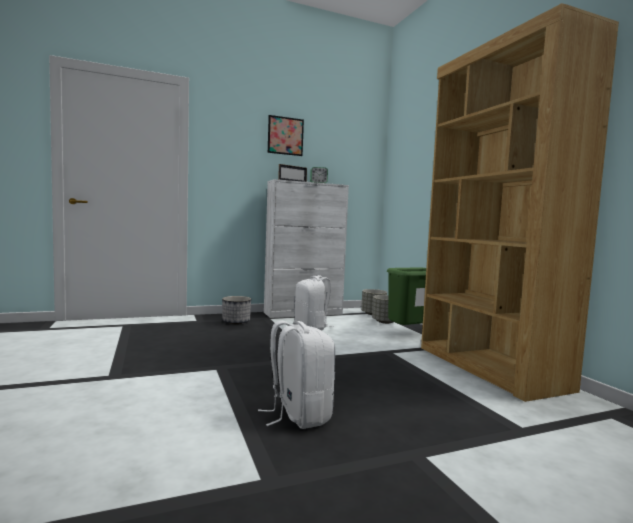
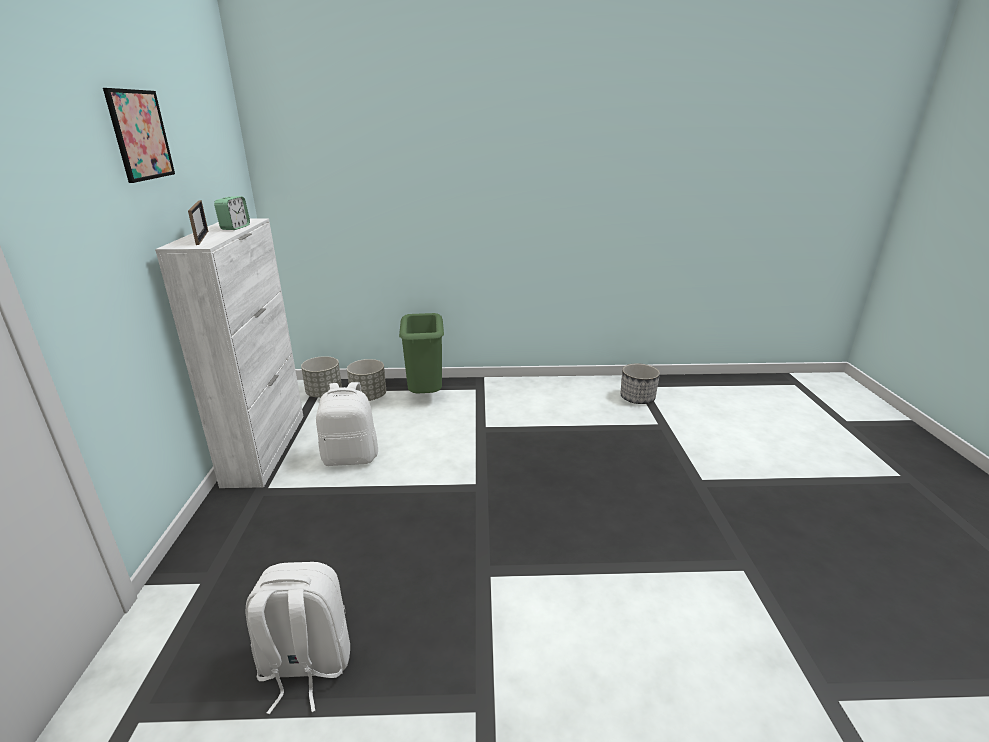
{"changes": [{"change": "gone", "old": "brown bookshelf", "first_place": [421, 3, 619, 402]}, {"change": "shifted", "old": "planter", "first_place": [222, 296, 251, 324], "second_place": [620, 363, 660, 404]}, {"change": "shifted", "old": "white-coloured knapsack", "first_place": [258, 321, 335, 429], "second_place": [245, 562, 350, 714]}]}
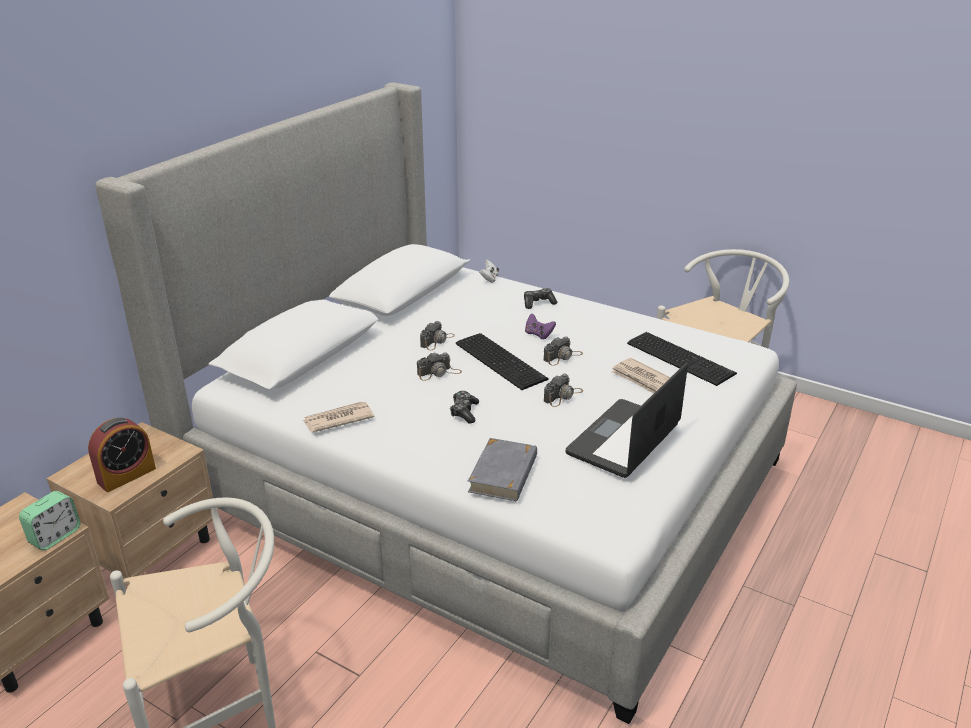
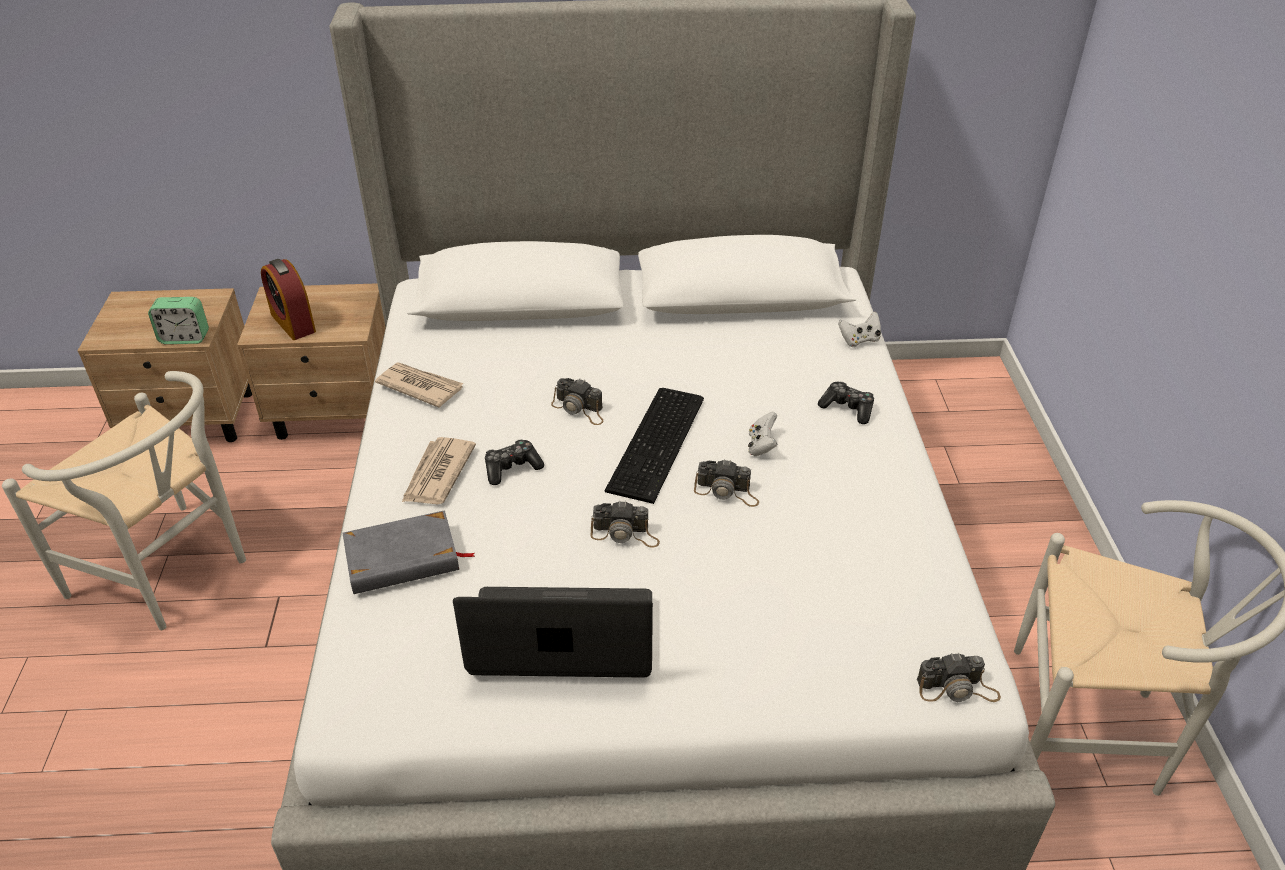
{"changes": [{"change": "gone", "old": "PC keyboard", "first_place": [627, 332, 737, 386]}, {"change": "shifted", "old": "still camera", "first_place": [420, 321, 455, 350], "second_place": [917, 653, 1001, 702]}, {"change": "shifted", "old": "printed paper", "first_place": [611, 358, 670, 394], "second_place": [402, 437, 476, 504]}, {"change": "repainted", "old": "purple-coloured game controller", "new": "white-coloured game controller", "first_place": [525, 313, 556, 339], "second_place": [748, 412, 778, 456]}, {"change": "rotated", "old": "bedside clock", "first_place": [88, 418, 156, 492], "second_place": [261, 259, 316, 340], "degrees": 45}]}
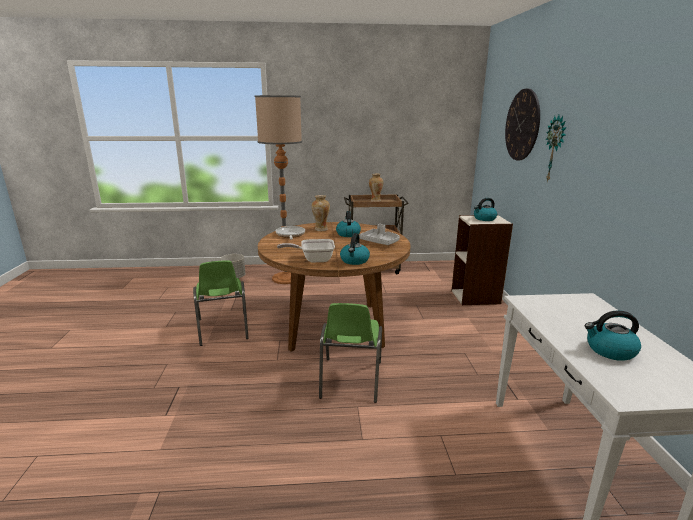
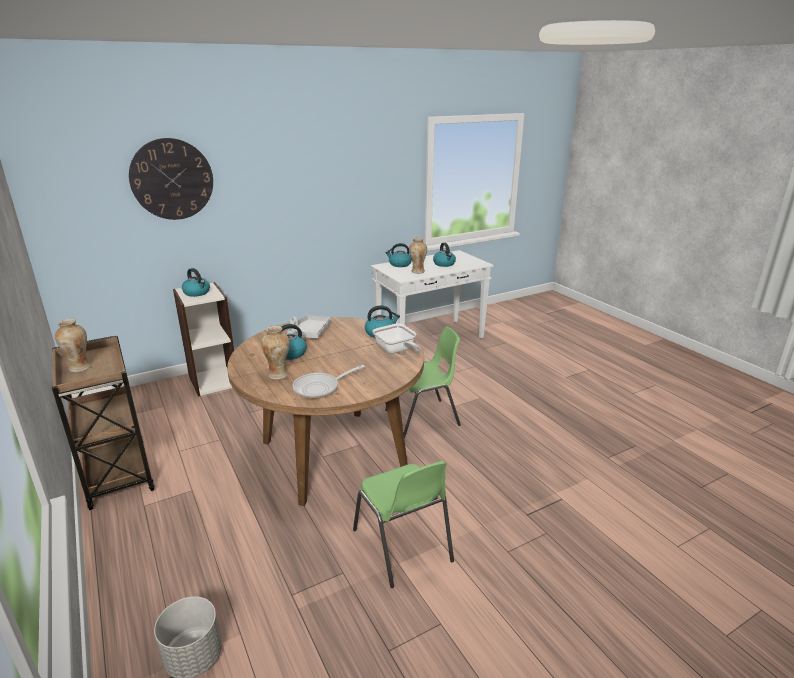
{"changes": [{"change": "gone", "old": "floor lamp", "first_place": [254, 95, 302, 284]}, {"change": "gone", "old": "clock on the wall", "first_place": [546, 115, 567, 182]}, {"change": "new", "new": "water kettle", "second_place": [386, 243, 412, 267]}, {"change": "new", "new": "flower vase", "second_place": [409, 238, 427, 274]}, {"change": "rotated", "old": "green-coloured upright chair", "first_place": [193, 261, 249, 346], "second_place": [353, 461, 454, 588], "degrees": 105}]}
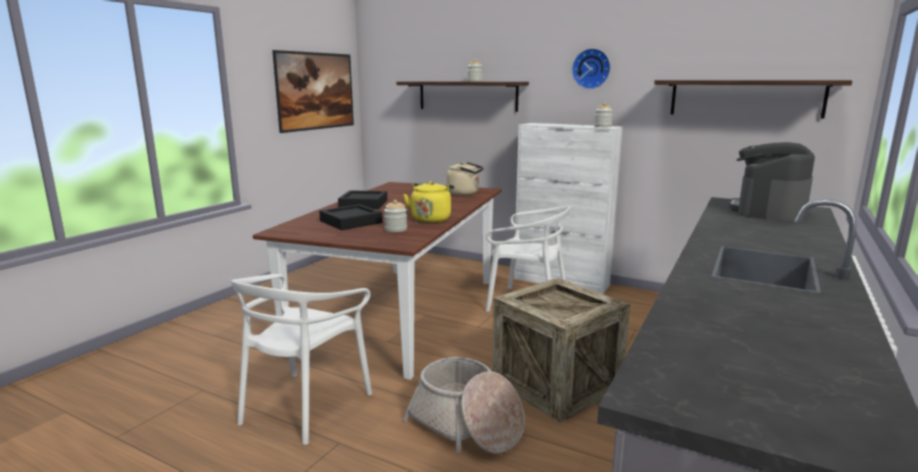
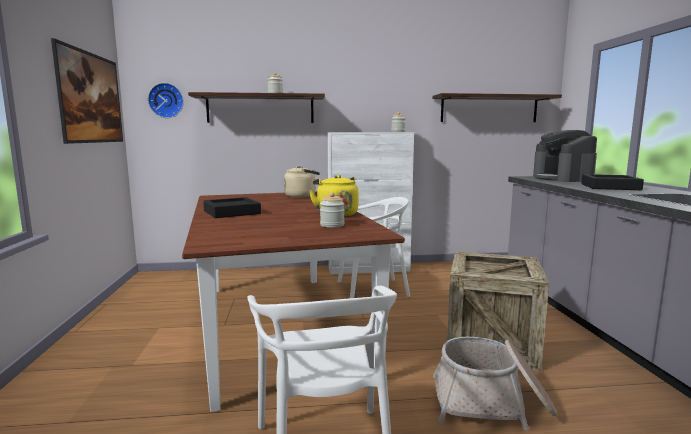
{"changes": [{"change": "shifted", "old": "black serving tray", "first_place": [319, 204, 383, 230], "second_place": [582, 174, 644, 190]}, {"change": "shifted", "old": "clock on the wall", "first_place": [572, 48, 611, 89], "second_place": [148, 83, 184, 118]}]}
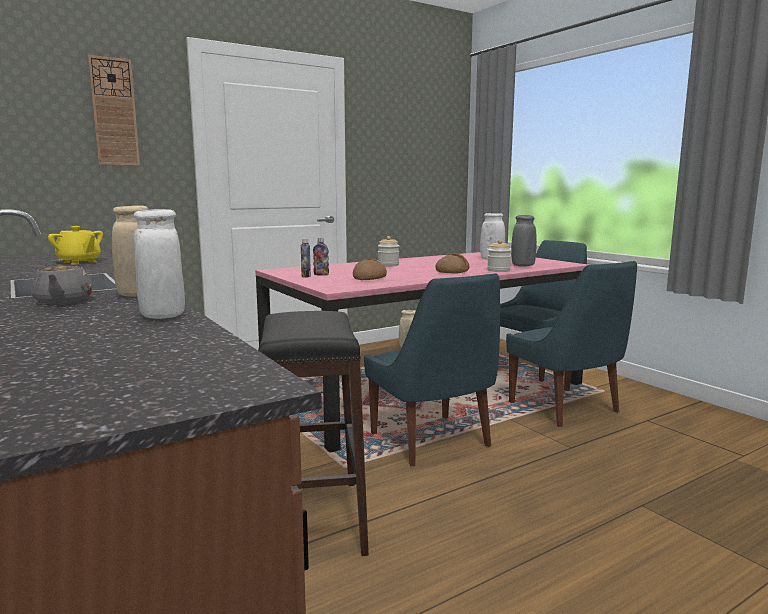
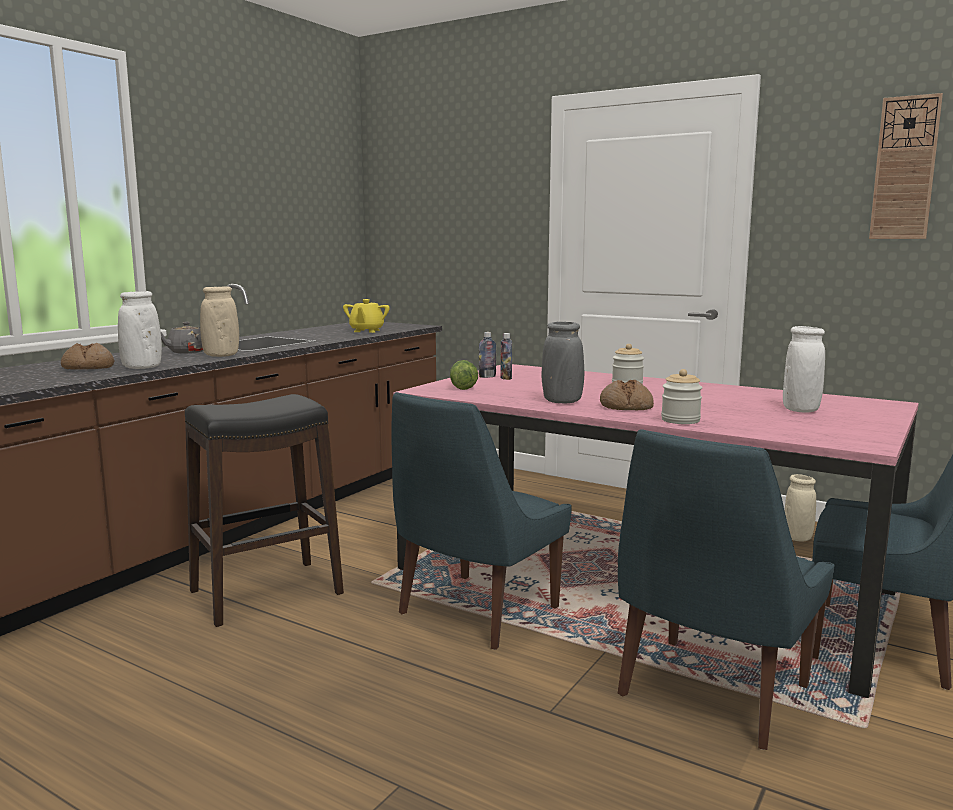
{"changes": [{"change": "new", "new": "lettuce", "second_place": [450, 360, 478, 390]}, {"change": "shifted", "old": "clock on the wall", "first_place": [88, 55, 140, 165], "second_place": [869, 93, 943, 239]}, {"change": "shifted", "old": "bakery bread", "first_place": [353, 259, 387, 280], "second_place": [61, 343, 114, 370]}, {"change": "shifted", "old": "grey flower vase", "first_place": [511, 215, 537, 267], "second_place": [542, 322, 584, 403]}]}
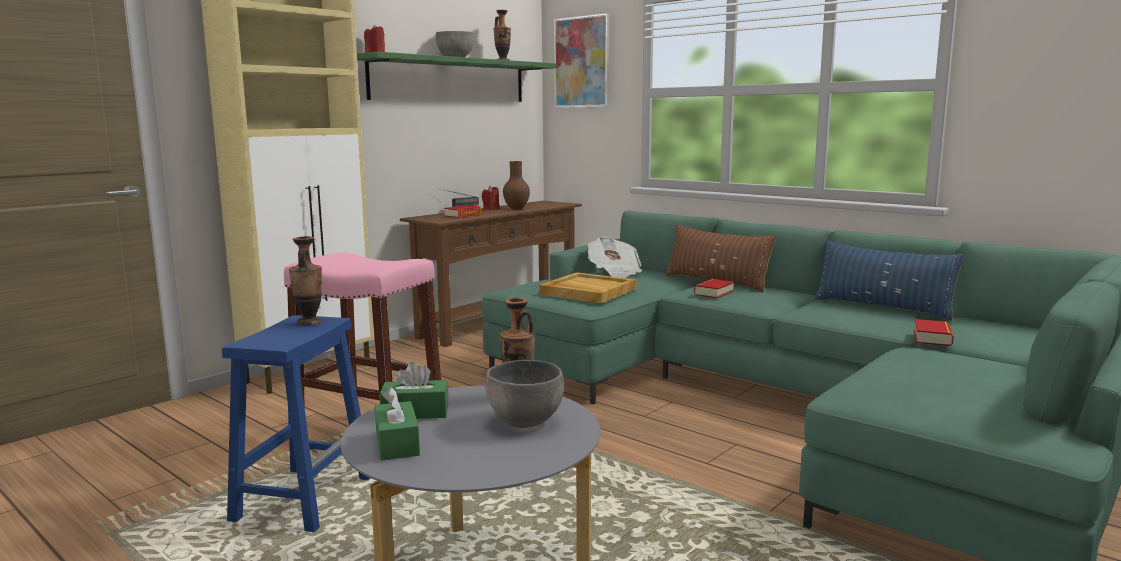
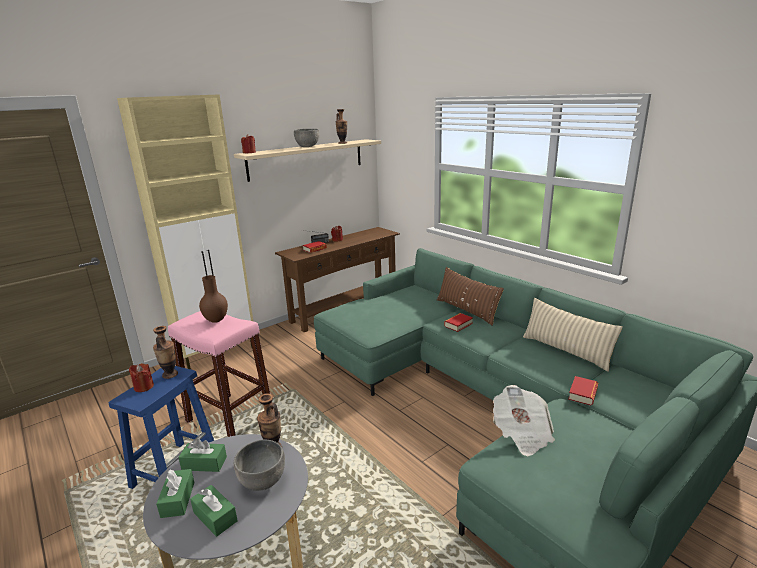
{"changes": [{"change": "gone", "old": "sand-coloured serving tray", "first_place": [539, 272, 636, 303]}, {"change": "gone", "old": "wall picture", "first_place": [554, 13, 610, 108]}, {"change": "new", "new": "reddish wax light", "second_place": [129, 363, 154, 392]}, {"change": "new", "new": "green-coloured box of tissues", "second_place": [190, 485, 238, 537]}, {"change": "shifted", "old": "brown flower vase", "first_place": [503, 161, 530, 210], "second_place": [199, 275, 228, 323]}, {"change": "shifted", "old": "printed paper", "first_place": [588, 237, 642, 278], "second_place": [493, 385, 555, 456]}, {"change": "repainted", "old": "green-coloured bracket shelf", "new": "sand-coloured bracket shelf", "first_place": [357, 51, 556, 102], "second_place": [234, 139, 381, 182]}, {"change": "repainted", "old": "bluish throw pillow", "new": "sand-coloured throw pillow", "first_place": [814, 240, 964, 321], "second_place": [523, 298, 623, 372]}]}
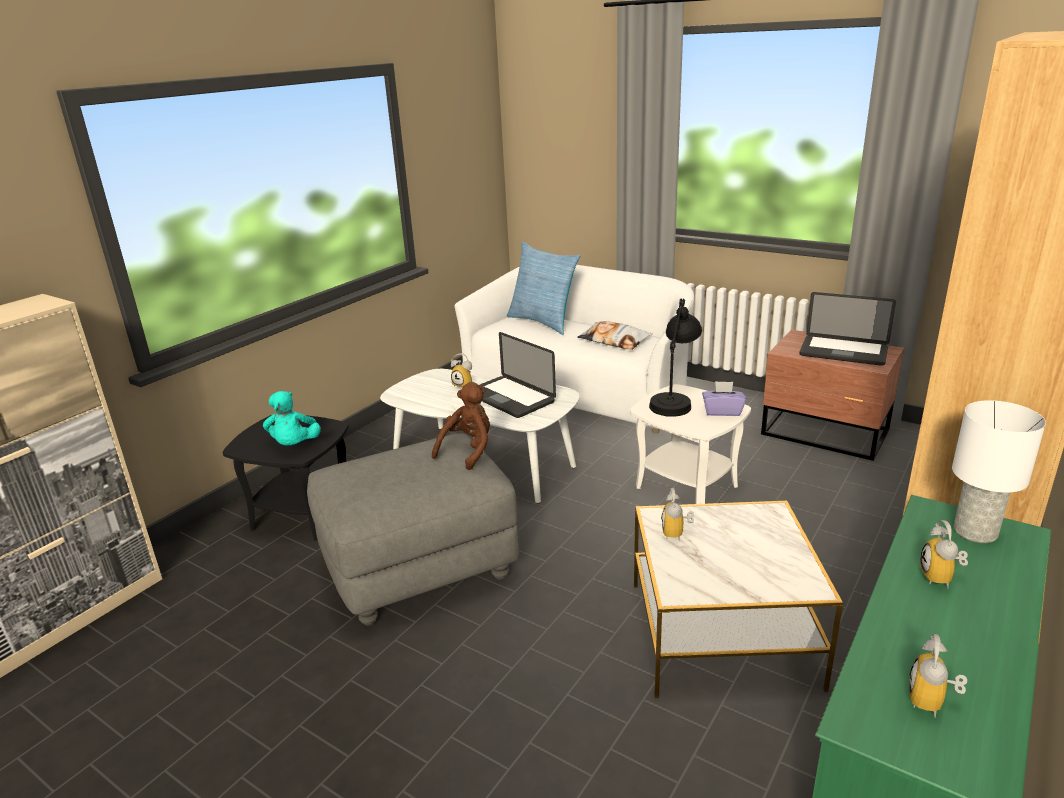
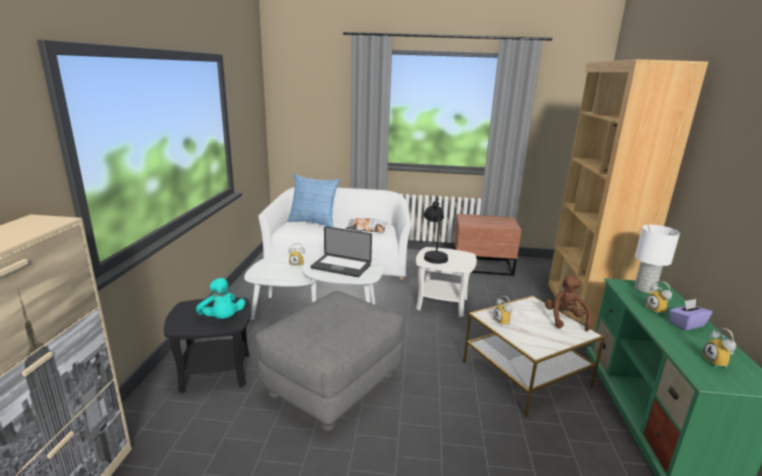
{"changes": [{"change": "gone", "old": "laptop", "first_place": [800, 292, 896, 366]}, {"change": "shifted", "old": "brown cuddly toy", "first_place": [432, 382, 490, 470], "second_place": [545, 275, 592, 331]}, {"change": "shifted", "old": "purple-coloured box of tissues", "first_place": [702, 381, 746, 416], "second_place": [669, 299, 713, 330]}]}
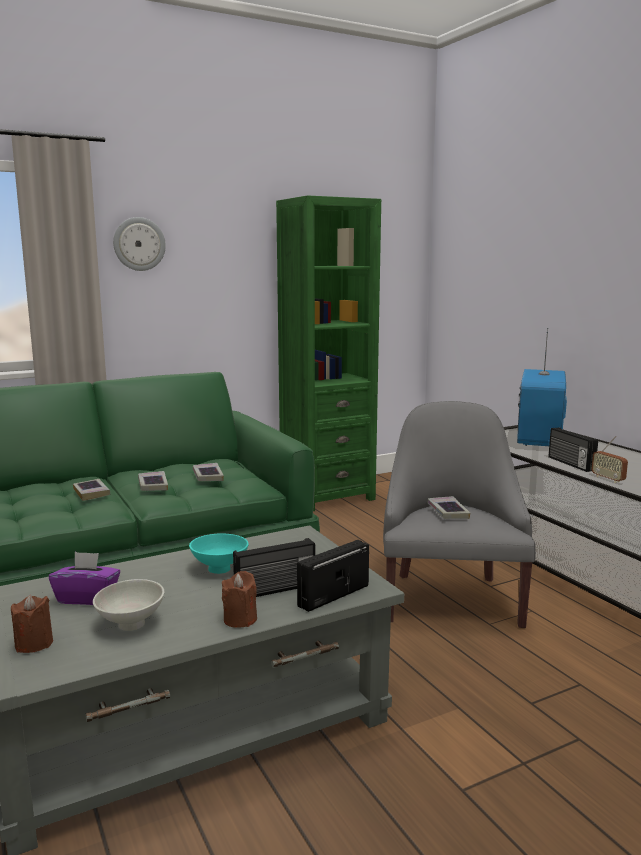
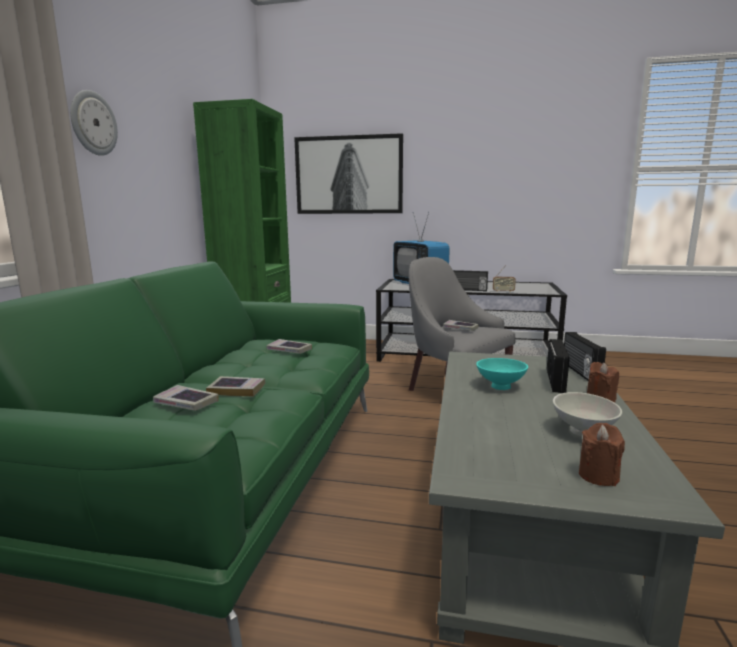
{"changes": [{"change": "gone", "old": "purple-coloured box of tissues", "first_place": [49, 552, 120, 605]}, {"change": "new", "new": "wall picture", "second_place": [294, 133, 403, 214]}, {"change": "shifted", "old": "volume", "first_place": [138, 471, 168, 491], "second_place": [153, 385, 219, 411]}]}
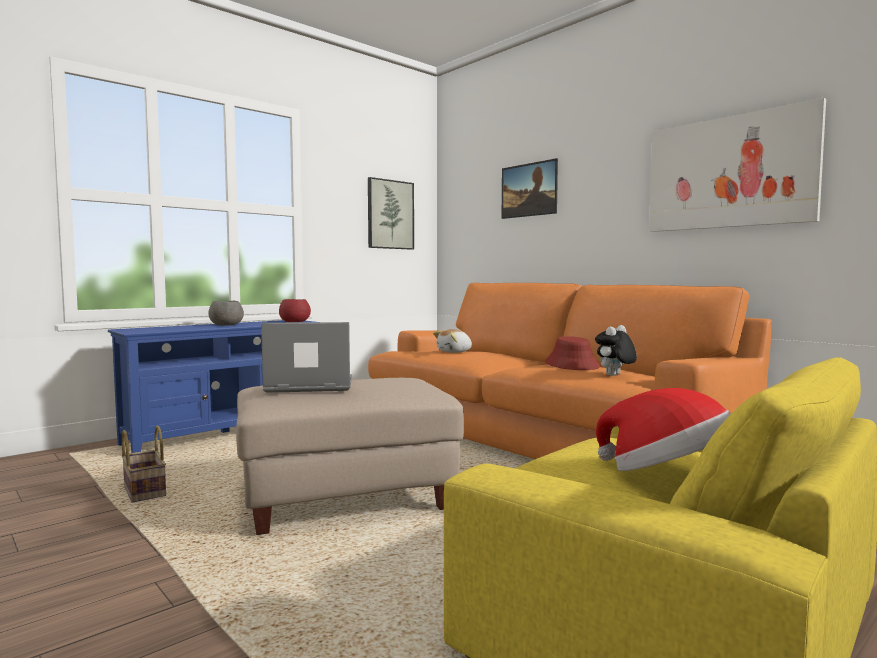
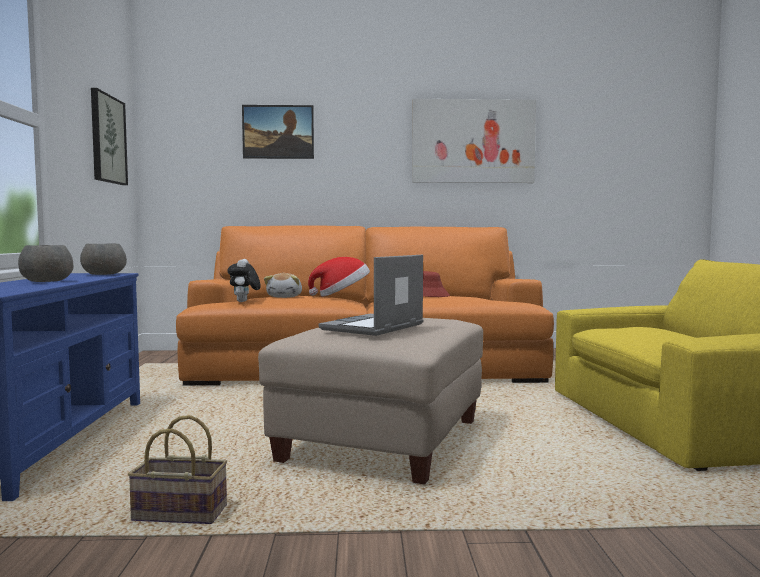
{"changes": [{"change": "shifted", "old": "cuddly toy", "first_place": [595, 325, 637, 376], "second_place": [227, 259, 261, 302]}, {"change": "shifted", "old": "clothing hat", "first_place": [596, 388, 731, 471], "second_place": [308, 257, 370, 297]}, {"change": "repainted", "old": "reddish deep dish", "new": "grey deep dish", "first_place": [279, 299, 311, 322], "second_place": [80, 243, 127, 275]}]}
